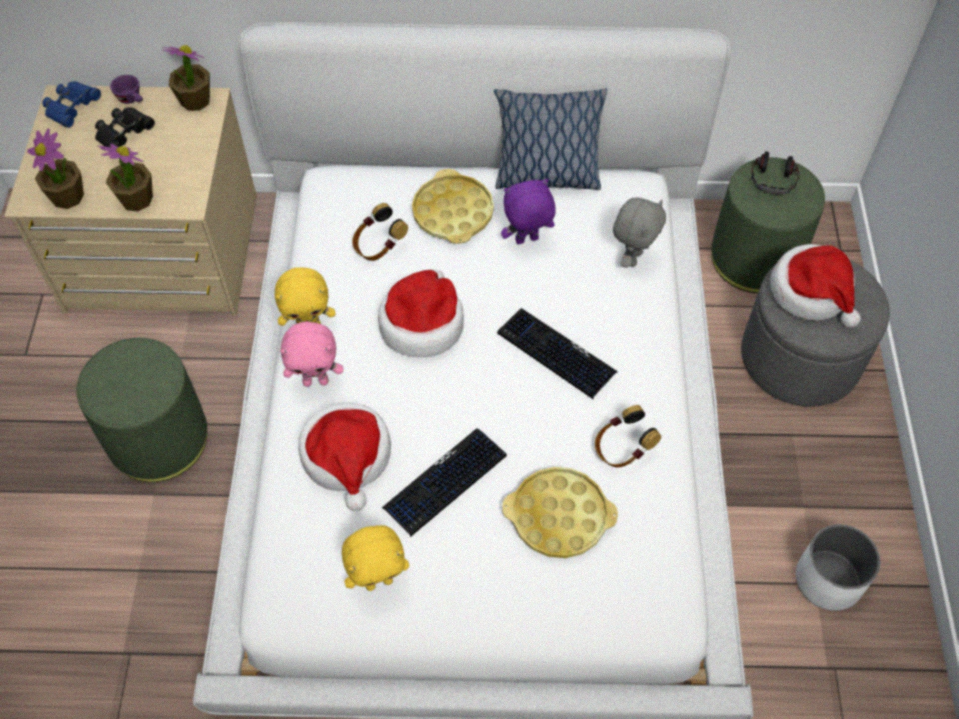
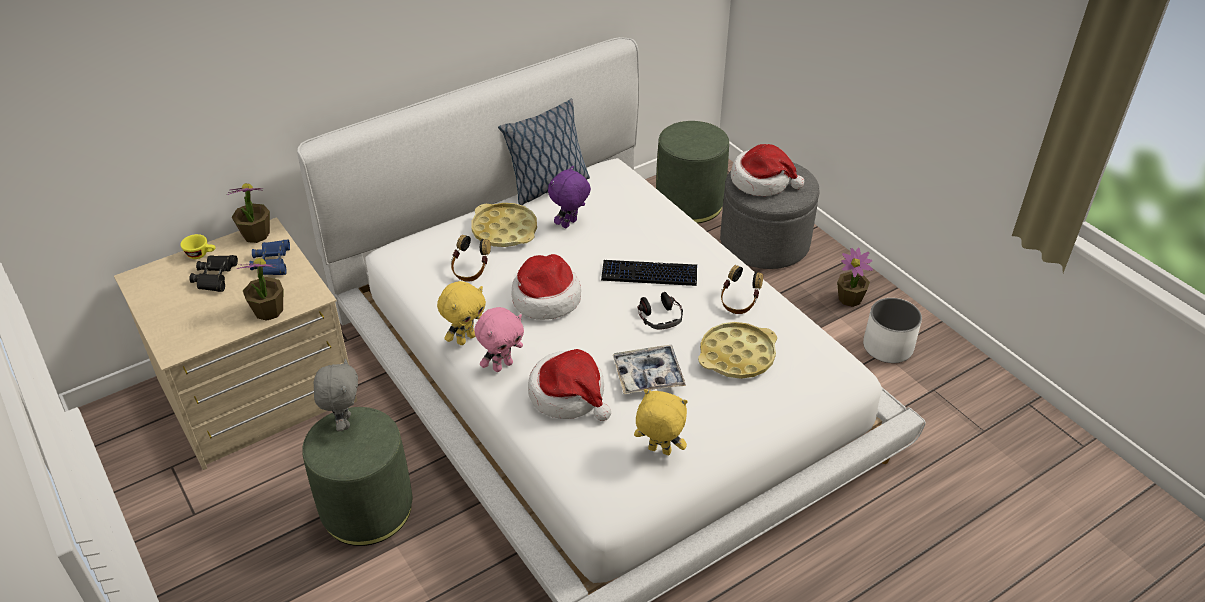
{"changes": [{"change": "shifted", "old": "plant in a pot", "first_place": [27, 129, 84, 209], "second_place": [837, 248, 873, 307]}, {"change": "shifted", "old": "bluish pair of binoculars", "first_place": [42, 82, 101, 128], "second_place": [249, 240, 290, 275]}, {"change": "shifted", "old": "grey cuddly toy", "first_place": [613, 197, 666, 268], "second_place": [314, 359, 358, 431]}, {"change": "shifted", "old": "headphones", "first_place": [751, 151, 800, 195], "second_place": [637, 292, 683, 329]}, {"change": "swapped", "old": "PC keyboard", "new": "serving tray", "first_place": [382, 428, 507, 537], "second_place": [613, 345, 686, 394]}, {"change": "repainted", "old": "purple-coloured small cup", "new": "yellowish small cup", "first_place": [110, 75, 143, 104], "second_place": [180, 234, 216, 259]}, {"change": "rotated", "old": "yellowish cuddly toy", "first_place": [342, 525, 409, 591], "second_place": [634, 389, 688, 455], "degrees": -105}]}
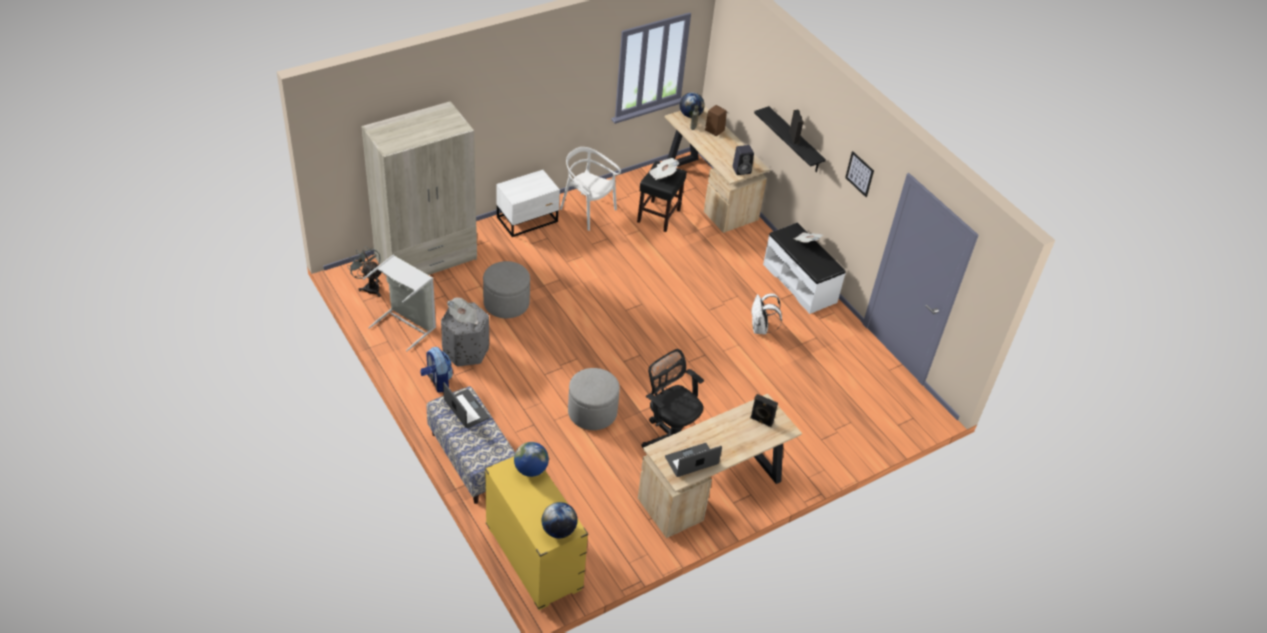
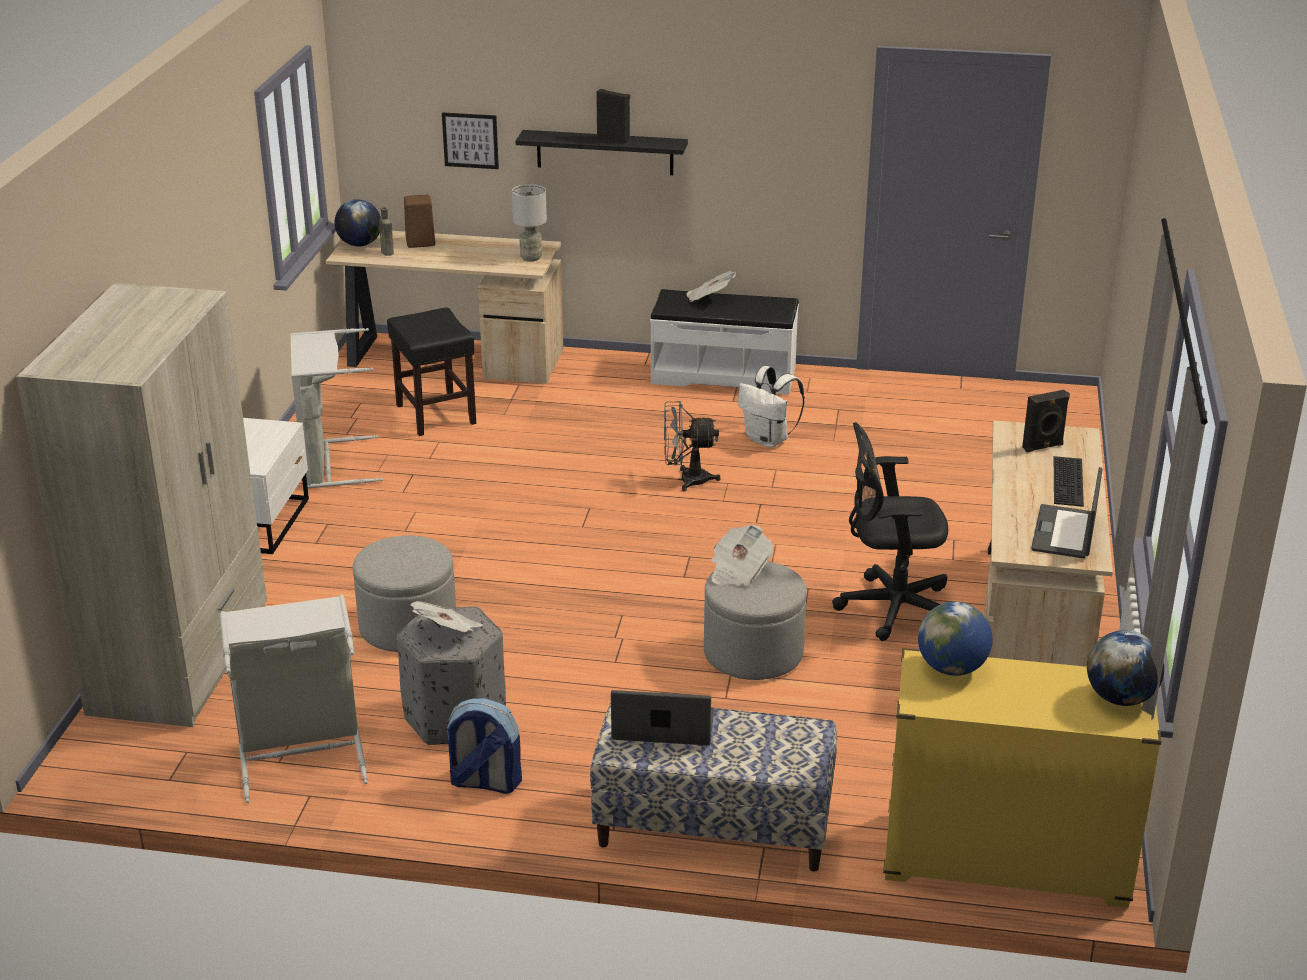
{"changes": [{"change": "new", "new": "PC keyboard", "second_place": [1054, 456, 1084, 507]}, {"change": "shifted", "old": "grey electric fan", "first_place": [347, 247, 381, 297], "second_place": [664, 401, 720, 491]}, {"change": "shifted", "old": "printed paper", "first_place": [649, 158, 679, 180], "second_place": [711, 525, 773, 586]}, {"change": "shifted", "old": "wall picture", "first_place": [845, 151, 874, 197], "second_place": [442, 112, 499, 169]}, {"change": "swapped", "old": "white-coloured upright chair", "new": "grey washing basket", "first_place": [560, 147, 621, 231], "second_place": [290, 328, 383, 488]}, {"change": "swapped", "old": "black loudspeaker", "new": "grey lamp for a table", "first_place": [733, 145, 754, 175], "second_place": [512, 184, 547, 262]}]}
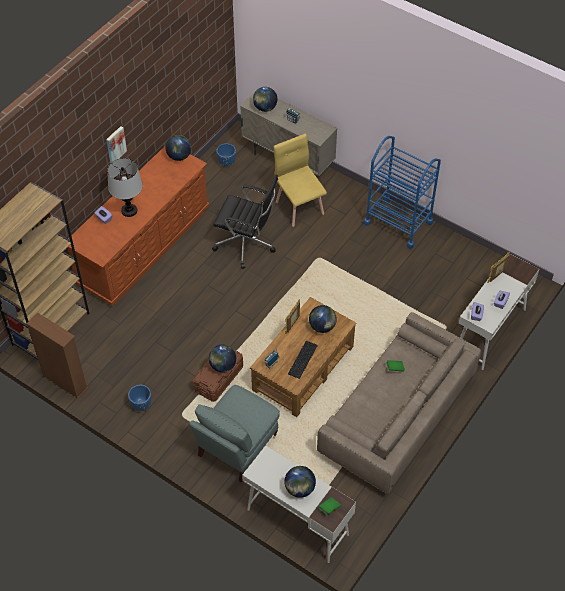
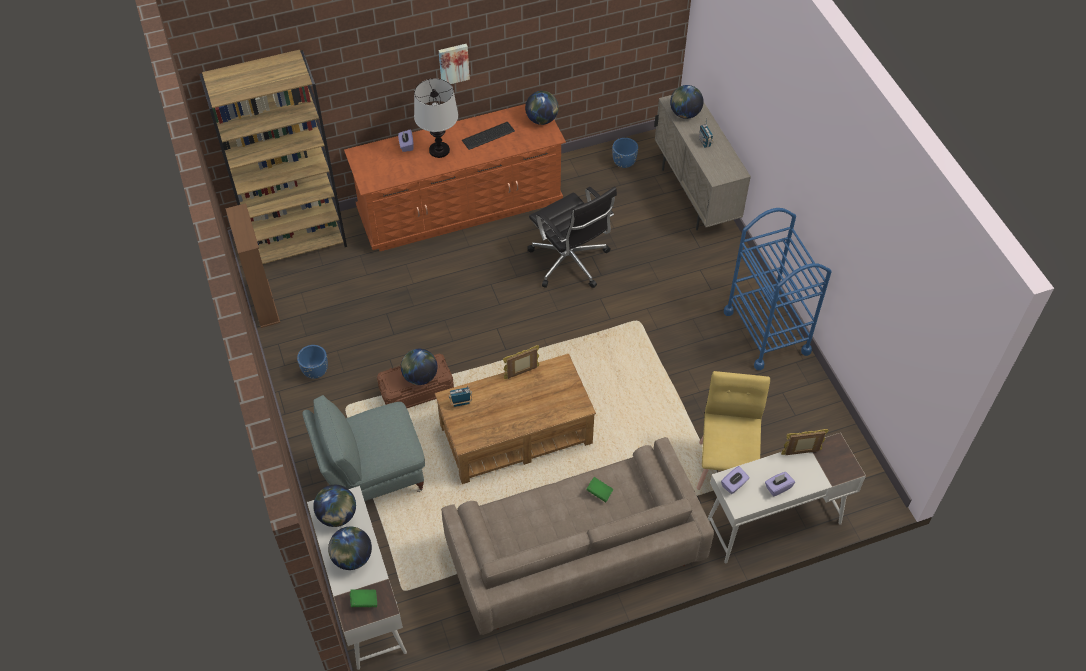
{"changes": [{"change": "shifted", "old": "yellowish upright chair", "first_place": [274, 134, 327, 227], "second_place": [697, 371, 770, 490]}, {"change": "shifted", "old": "PC keyboard", "first_place": [288, 341, 318, 379], "second_place": [462, 122, 515, 150]}, {"change": "shifted", "old": "globe", "first_place": [309, 305, 337, 333], "second_place": [313, 485, 356, 527]}]}
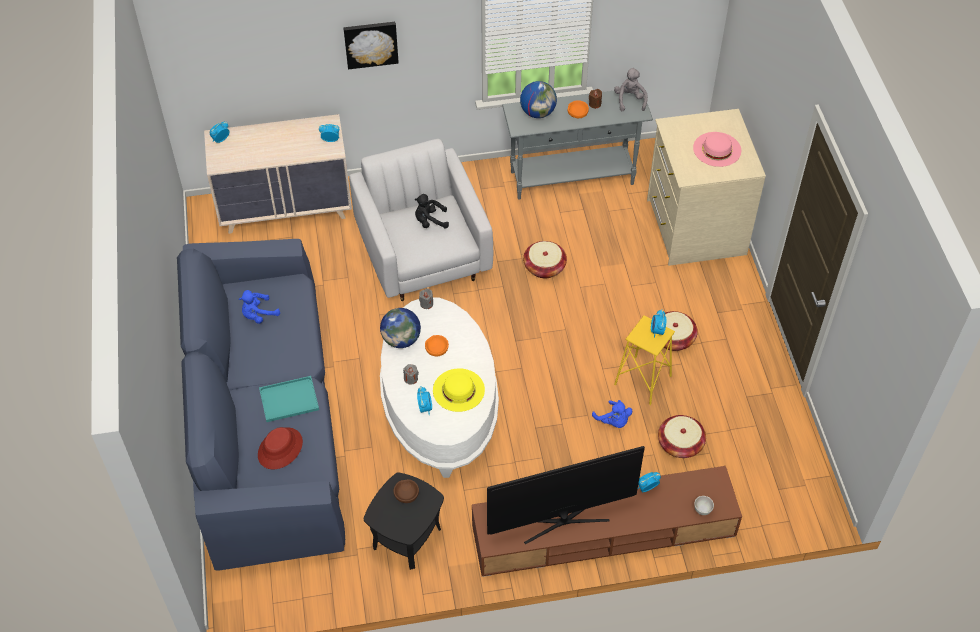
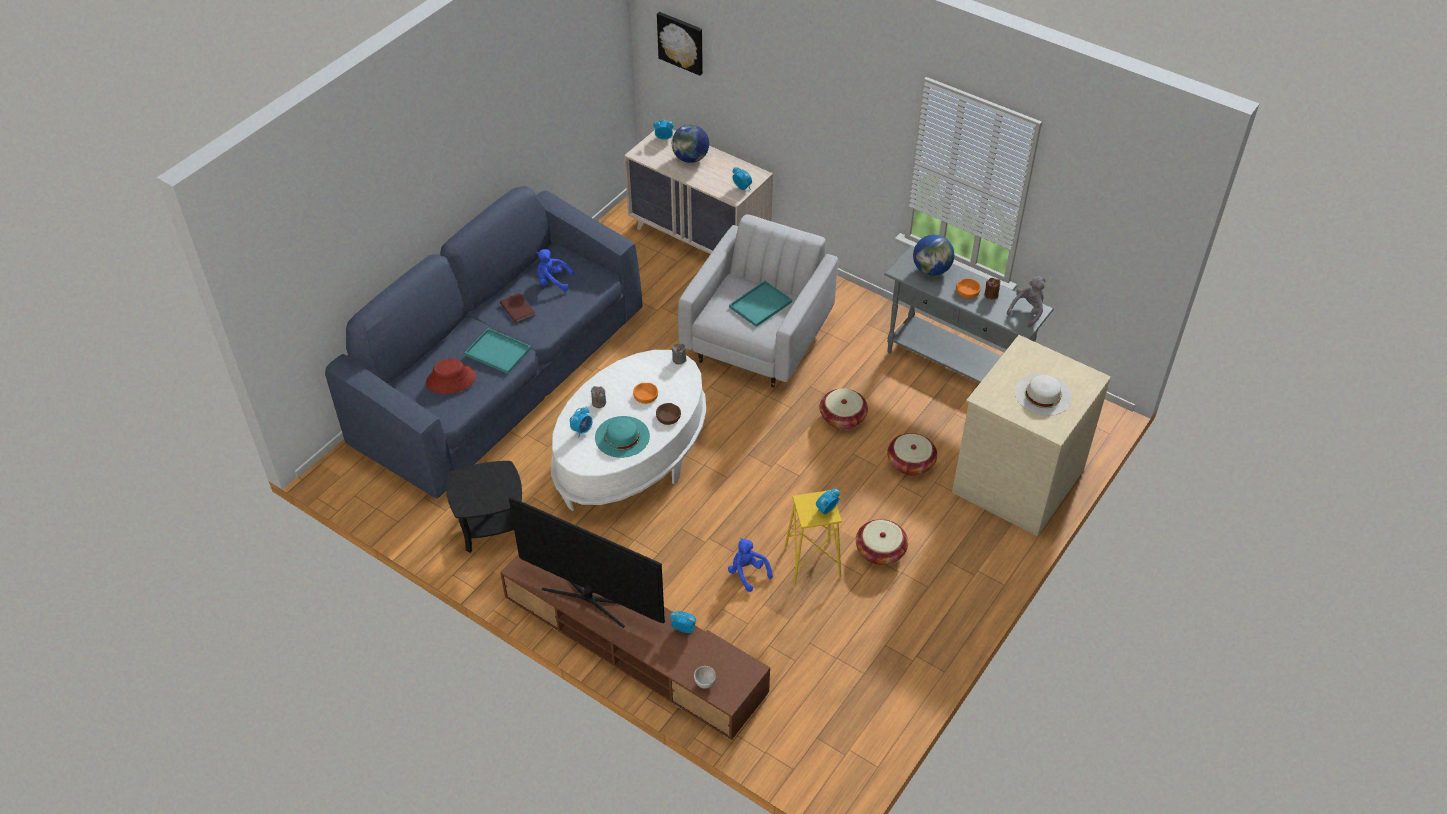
{"changes": [{"change": "new", "new": "brown volume", "second_place": [500, 293, 535, 323]}, {"change": "shifted", "old": "wall picture", "first_place": [343, 22, 399, 69], "second_place": [657, 12, 703, 76]}, {"change": "shifted", "old": "globe", "first_place": [380, 308, 421, 348], "second_place": [672, 125, 709, 163]}, {"change": "shifted", "old": "brown deep dish", "first_place": [393, 479, 419, 503], "second_place": [656, 403, 681, 425]}, {"change": "shifted", "old": "household basket", "first_place": [658, 415, 706, 458], "second_place": [887, 433, 937, 476]}, {"change": "swapped", "old": "black cuddly toy", "new": "turquoise-coloured serving tray", "first_place": [414, 194, 449, 228], "second_place": [729, 281, 792, 327]}, {"change": "repainted", "old": "yellowish clothing hat", "new": "turquoise-coloured clothing hat", "first_place": [433, 368, 485, 412], "second_place": [595, 416, 650, 458]}, {"change": "repainted", "old": "pinkish clothing hat", "new": "white-coloured clothing hat", "first_place": [693, 132, 741, 167], "second_place": [1015, 374, 1072, 416]}, {"change": "rotated", "old": "bluish cuddly toy", "first_place": [592, 400, 632, 428], "second_place": [728, 538, 772, 592], "degrees": 135}]}
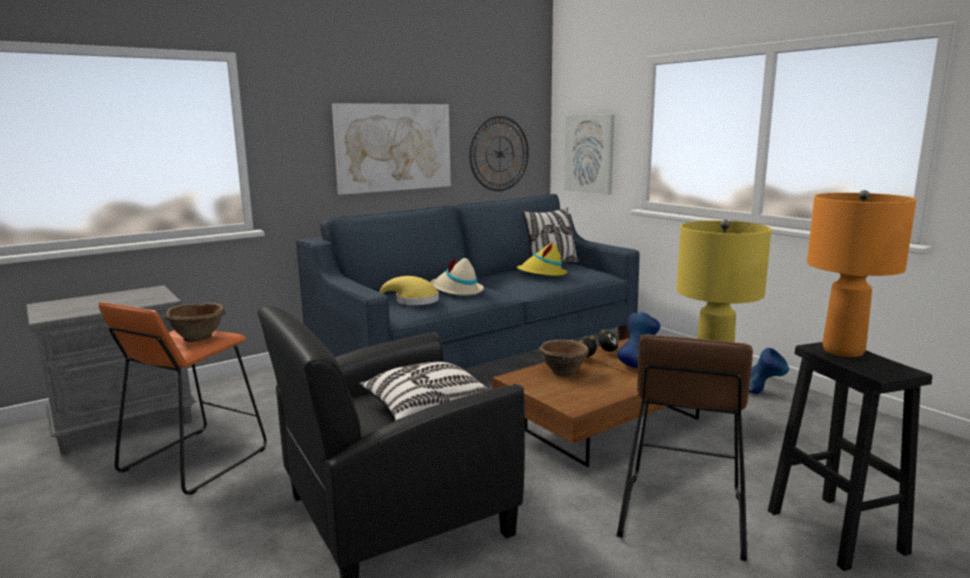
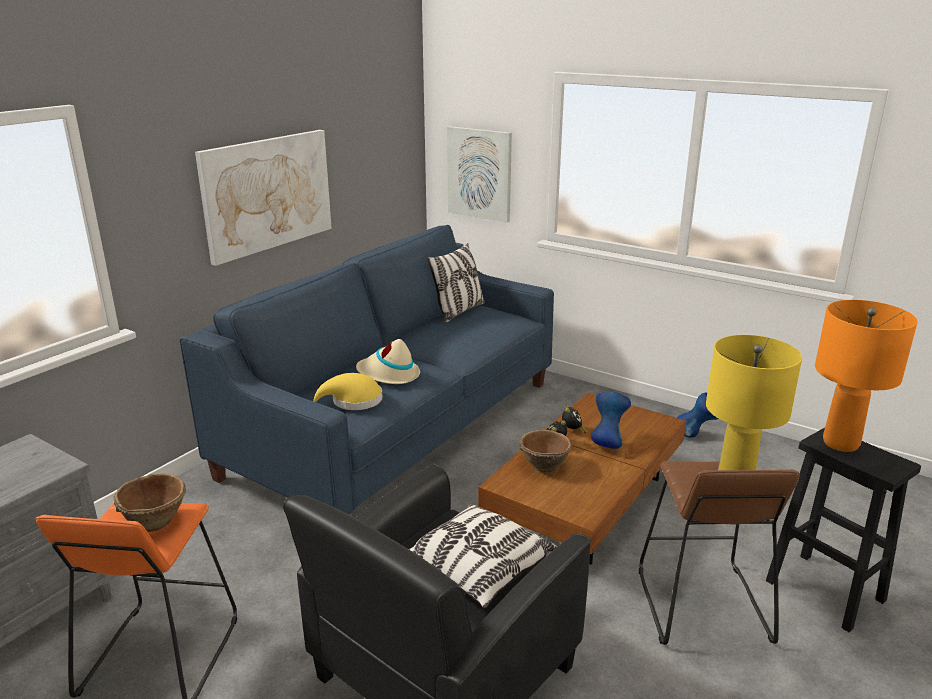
{"changes": [{"change": "gone", "old": "clock on the wall", "first_place": [469, 116, 529, 191]}, {"change": "gone", "old": "yellowish clothing hat", "first_place": [517, 242, 567, 276]}]}
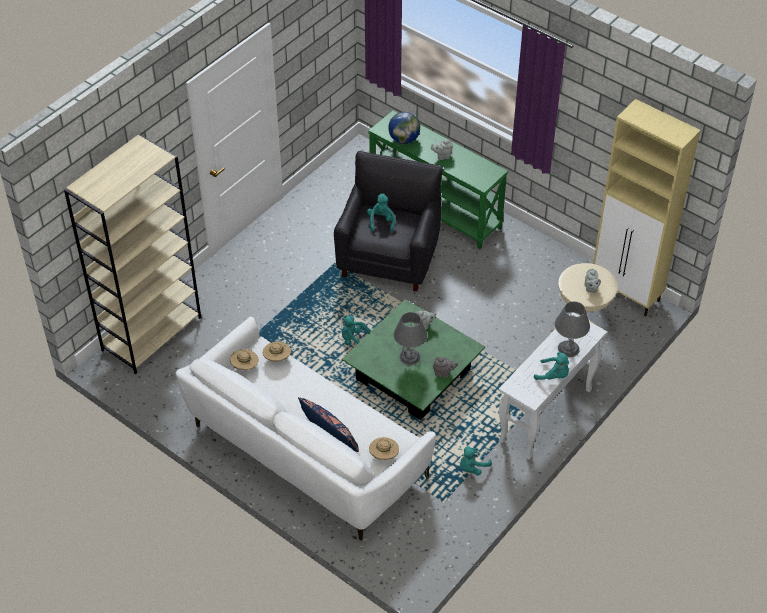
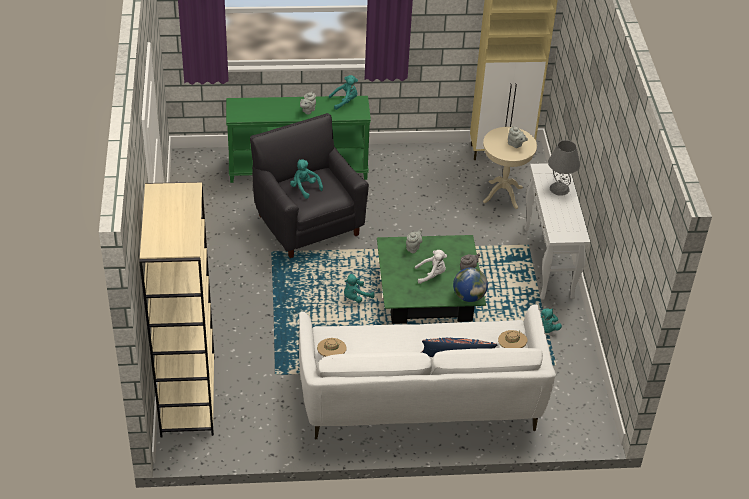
{"changes": [{"change": "gone", "old": "sand-coloured clothing hat", "first_place": [263, 341, 291, 361]}, {"change": "shifted", "old": "globe", "first_place": [388, 112, 420, 144], "second_place": [453, 267, 488, 302]}, {"change": "shifted", "old": "turquoise-coloured cuddly toy", "first_place": [534, 352, 569, 380], "second_place": [329, 75, 358, 110]}, {"change": "swapped", "old": "grey lamp for a table", "new": "white-coloured cuddly toy", "first_place": [394, 312, 427, 365], "second_place": [415, 250, 447, 284]}]}
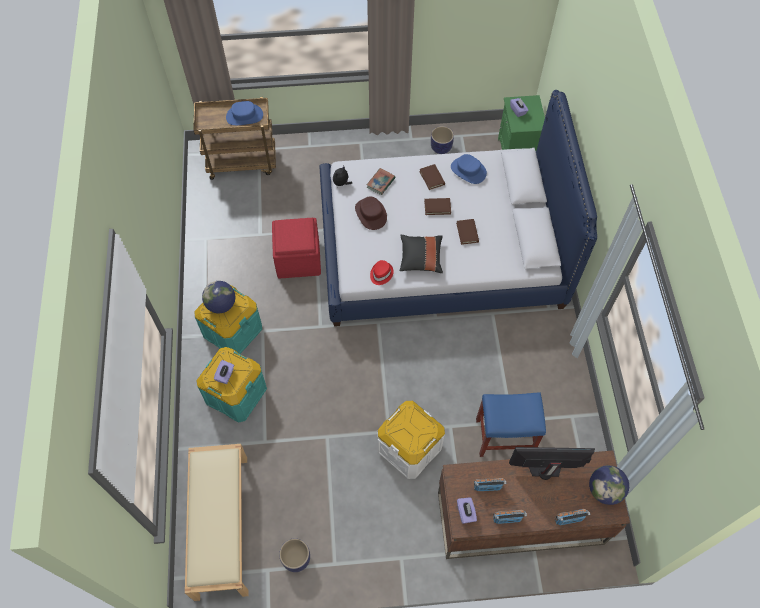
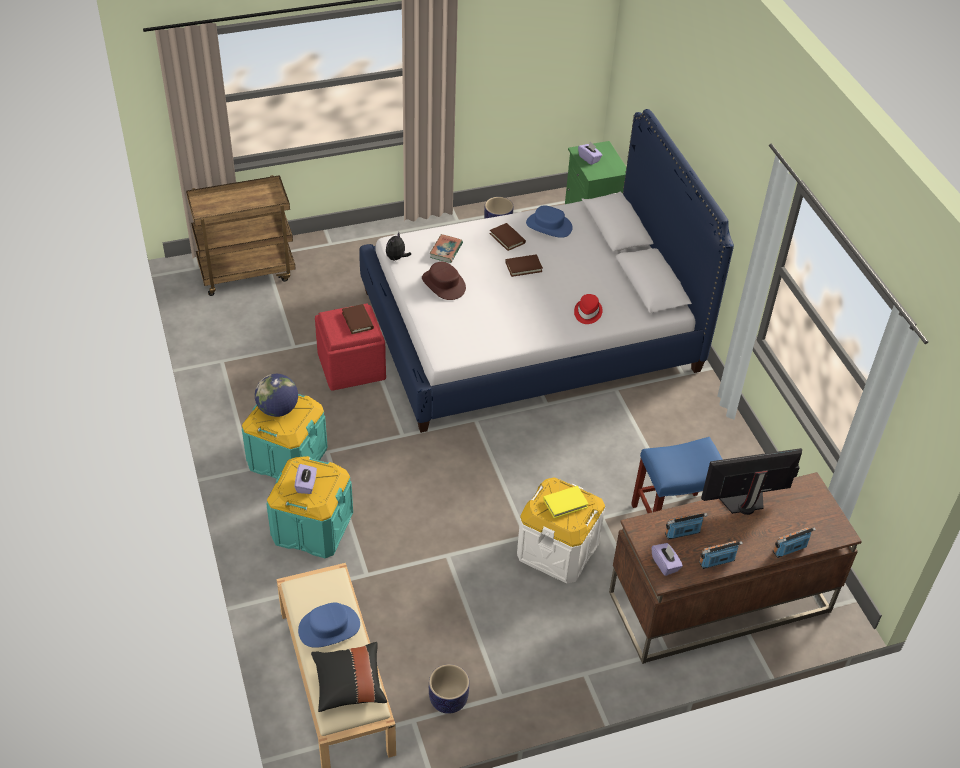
{"changes": [{"change": "gone", "old": "globe", "first_place": [589, 465, 629, 505]}, {"change": "new", "new": "yellowish volume", "second_place": [543, 486, 589, 518]}, {"change": "shifted", "old": "bluish clothing hat", "first_place": [226, 101, 263, 125], "second_place": [298, 603, 360, 648]}, {"change": "shifted", "old": "reddish clothing hat", "first_place": [370, 260, 394, 285], "second_place": [574, 294, 603, 324]}, {"change": "shifted", "old": "black throw pillow", "first_place": [400, 235, 443, 273], "second_place": [311, 642, 387, 712]}, {"change": "shifted", "old": "brown volume", "first_place": [456, 219, 479, 245], "second_place": [342, 304, 374, 334]}]}
